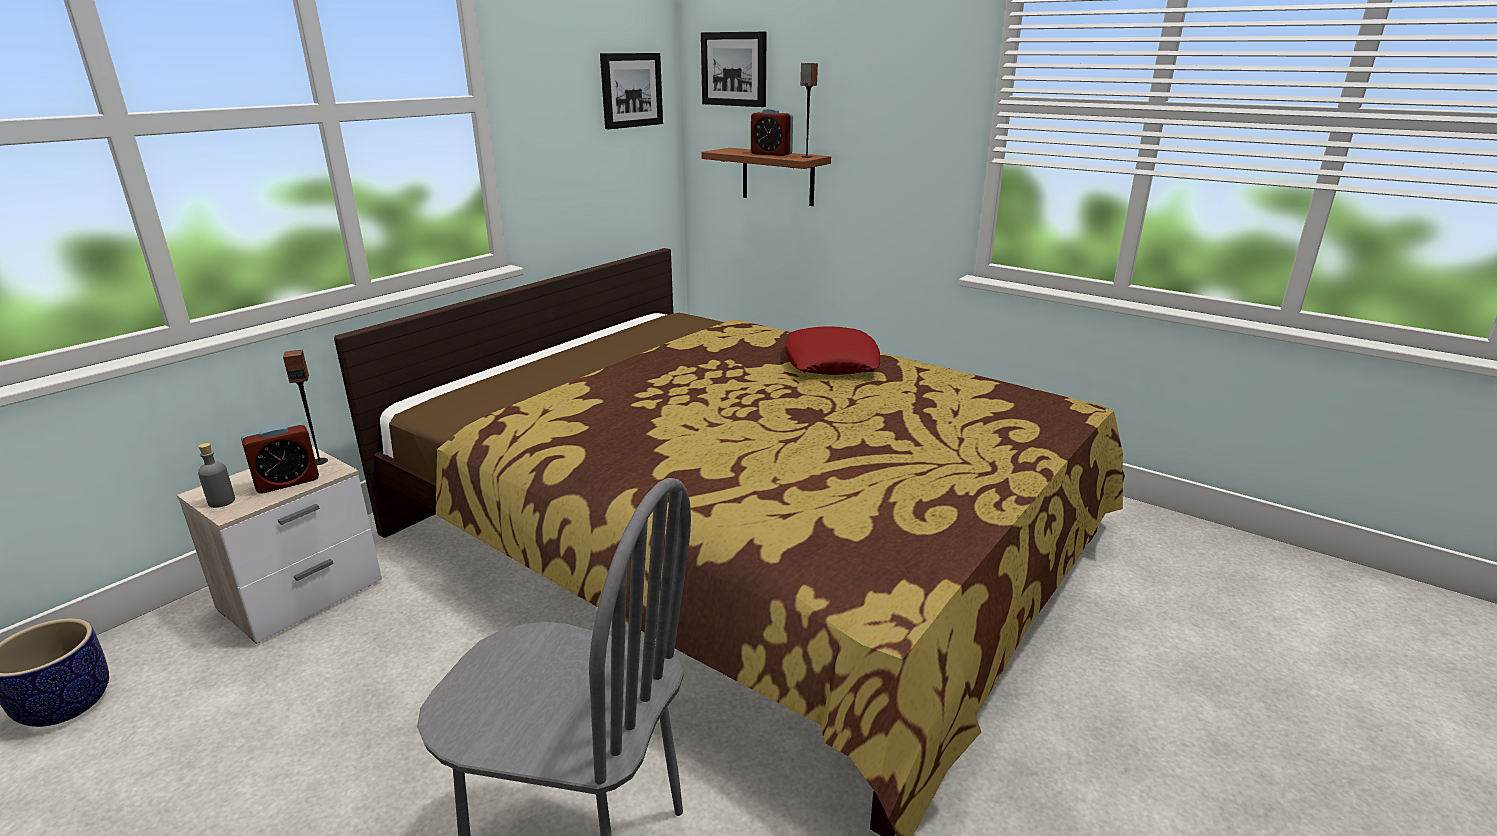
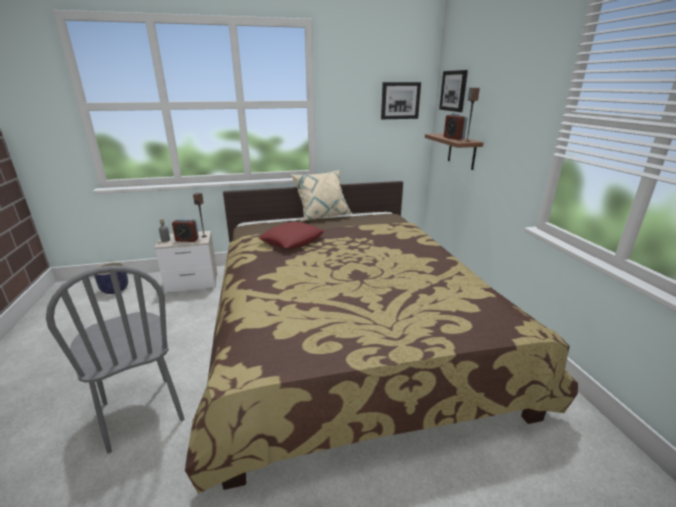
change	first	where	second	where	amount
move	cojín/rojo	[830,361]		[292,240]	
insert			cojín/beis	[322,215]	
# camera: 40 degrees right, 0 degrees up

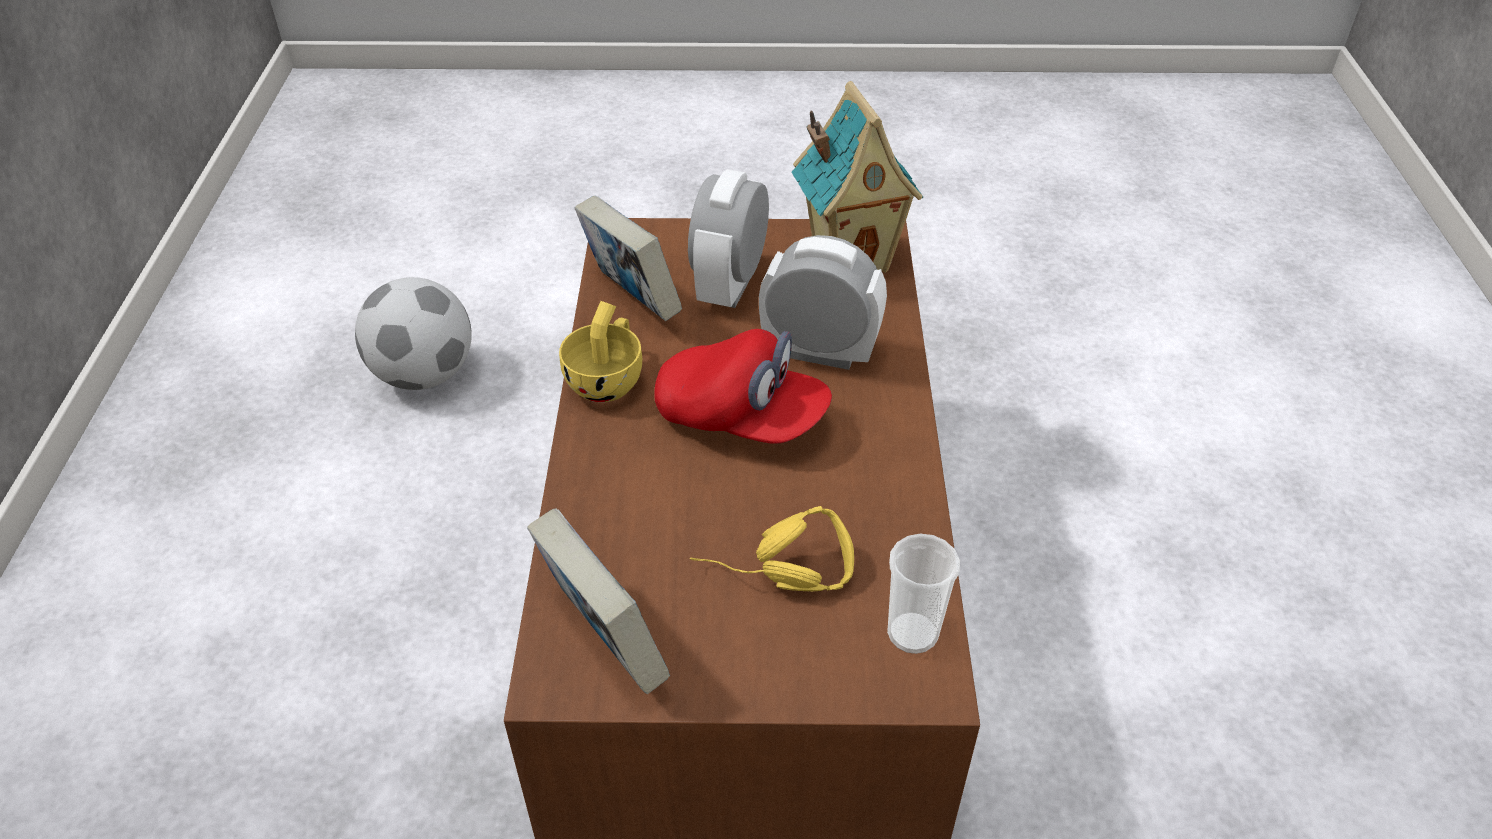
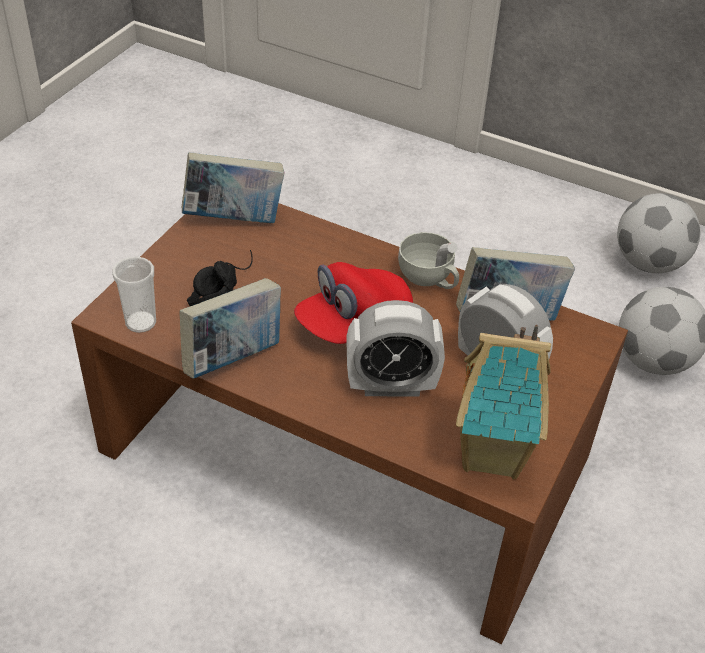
change	first	where	second	where	amount
recolor	taza/amarillo	[608,379]	taza/blanco	[429,279]	
recolor	auriculares/amarillo	[774,579]	auriculares/negro	[220,287]	
rotate	despertador	[819,352]		[391,386]	45 degrees clockwise
insert			libro	[233,358]	
insert			balón de fútbol	[649,263]	
# camera: 115 degrees right, 0 degrees up

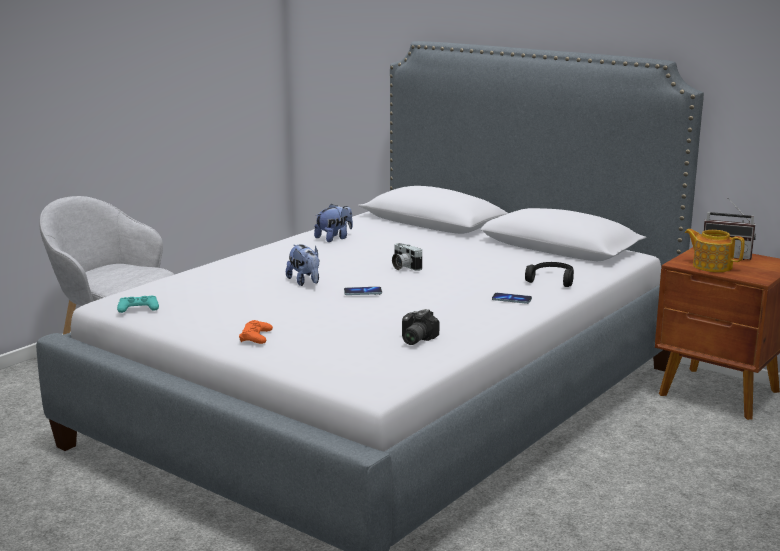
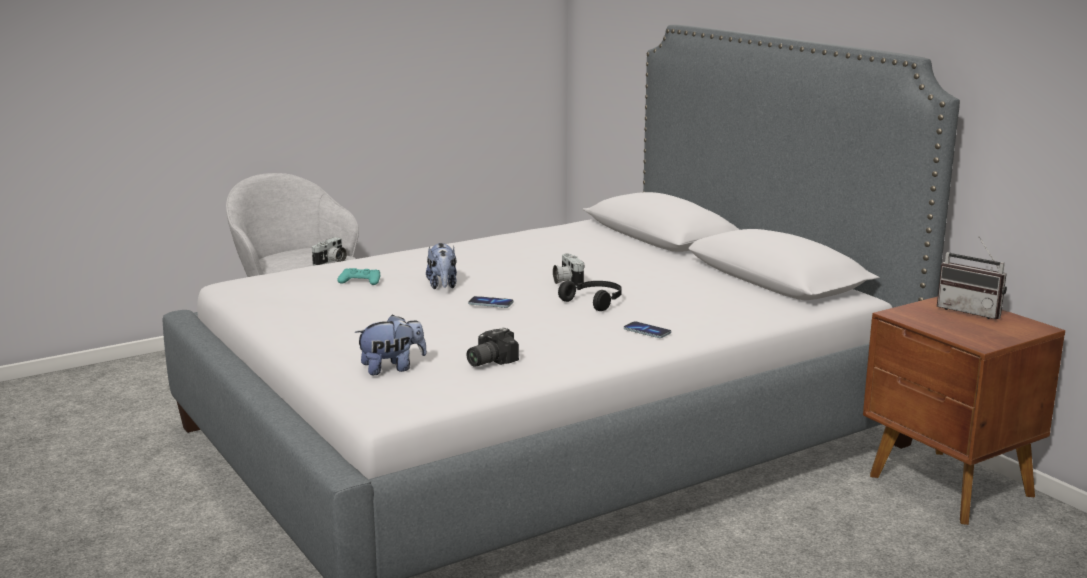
change	first	where	second	where	amount
move	mando de consola/turquesa	[138,308]		[360,281]	
delete	mando de consola/naranja	[256,337]			
move	peluche	[334,238]		[392,368]	
move	auriculares/negro	[552,279]		[595,301]	
delete	tetera	[711,266]			
insert			cámara	[331,262]	
# camera: 20 degrees right, 0 degrees up

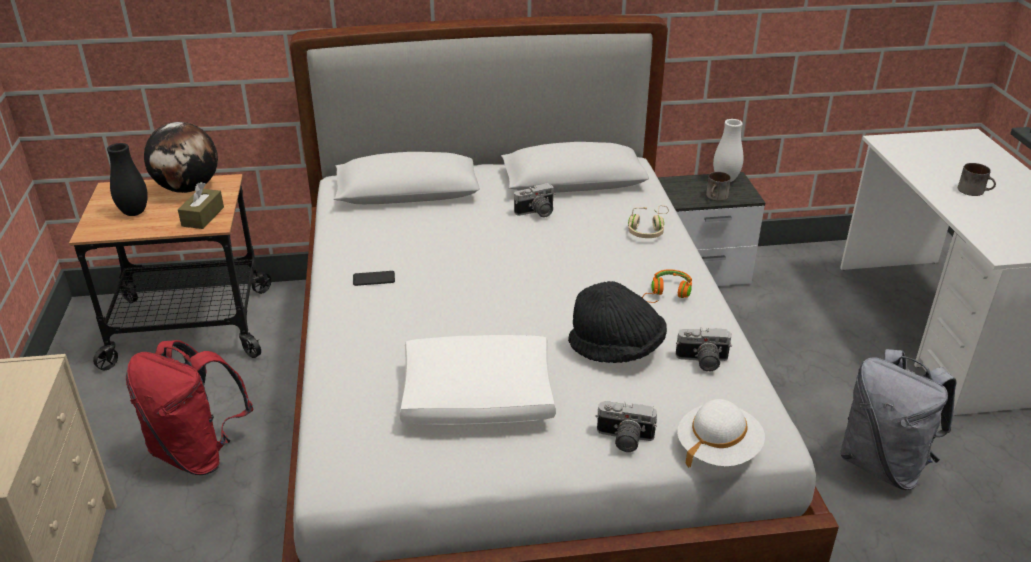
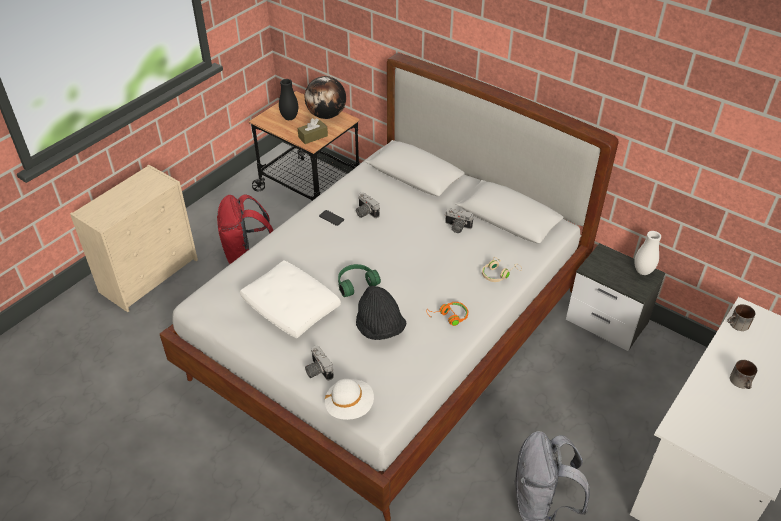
change	first	where	second	where	amount
move	cámara	[702,362]		[365,213]	
move	taza grande	[716,197]		[737,325]	
insert			auriculares/verde	[356,283]	
# camera: 45 degrees right, 10 degrees up

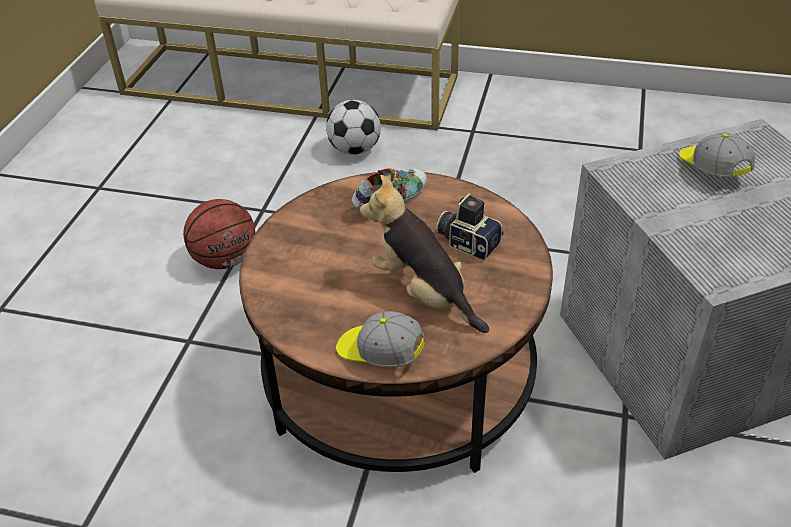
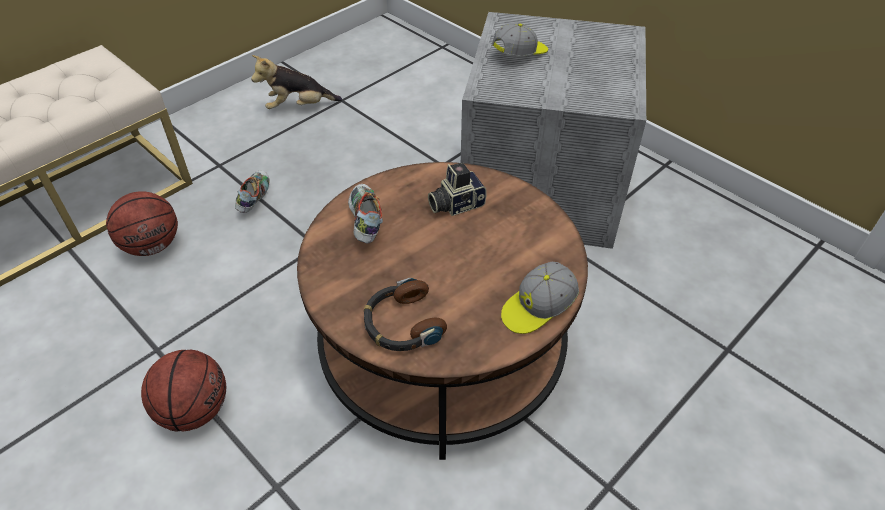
change	first	where	second	where	amount
replace	balón de fútbol	[355,150]	balón de baloncesto	[152,245]	
move	peluche	[424,293]		[298,107]	
rotate	gorra	[712,169]		[520,54]	135 degrees clockwise
insert			zapato	[254,199]	
insert			auriculares	[402,324]	
# camera: 60 degrees left, 5 degrees up

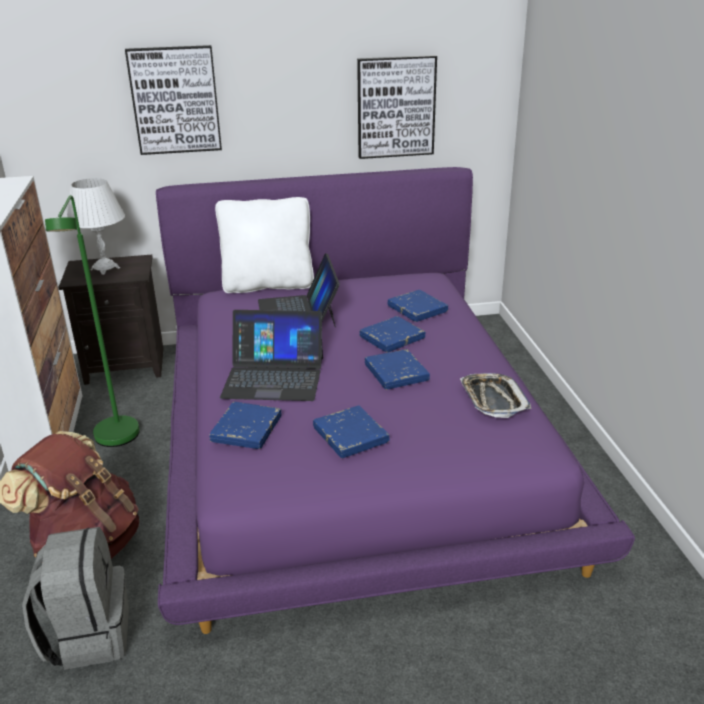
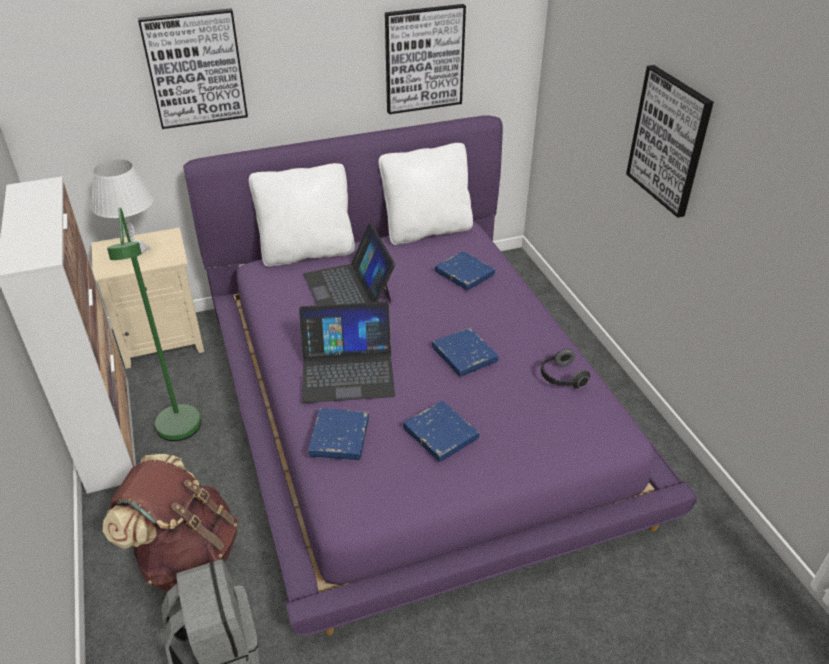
change	first	where	second	where	amount
recolor	mesita de noche/negro	[126,365]	mesita de noche/beis	[163,340]	
delete	libro/azul	[392,338]			
replace	bandeja	[493,399]	auriculares	[561,378]	
insert			cojín/blanco	[427,230]	
insert			cuadro	[669,140]	
# camera: 10 degrees left, 10 degrees up

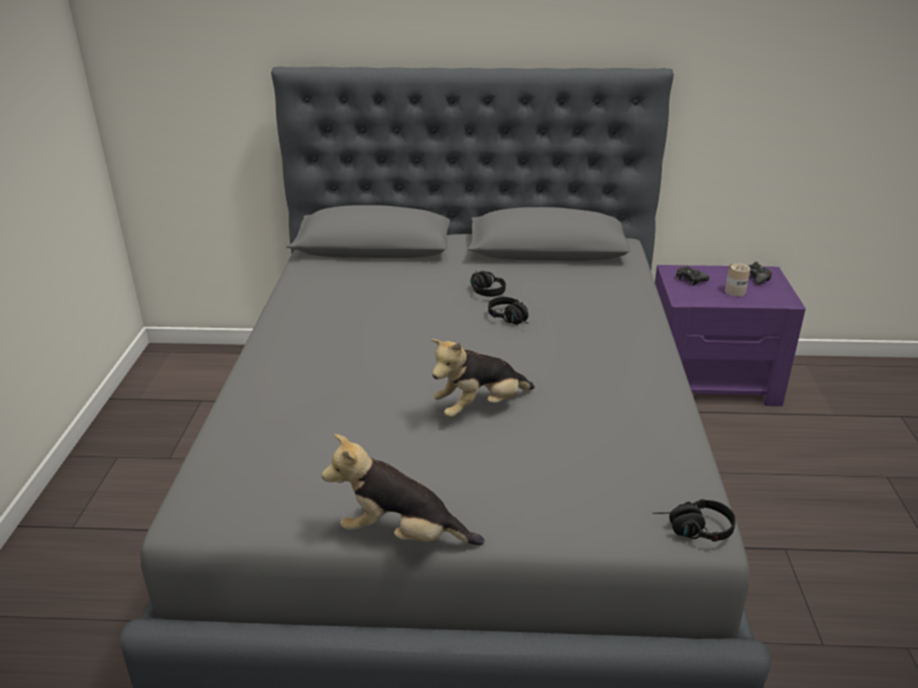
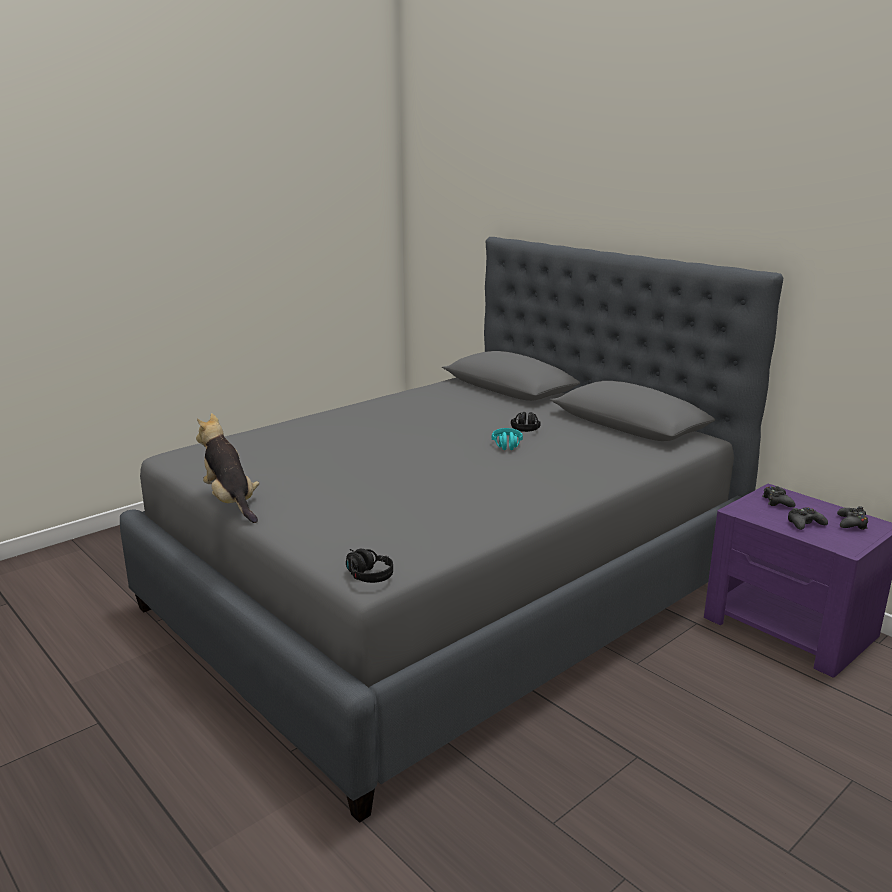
change	first	where	second	where	amount
delete	peluche	[480,407]			
recolor	auriculares/negro	[512,319]	auriculares/turquesa	[507,447]	
replace	lata	[735,292]	mando de consola/negro	[805,523]	
# camera: 45 degrees right, 10 degrees down

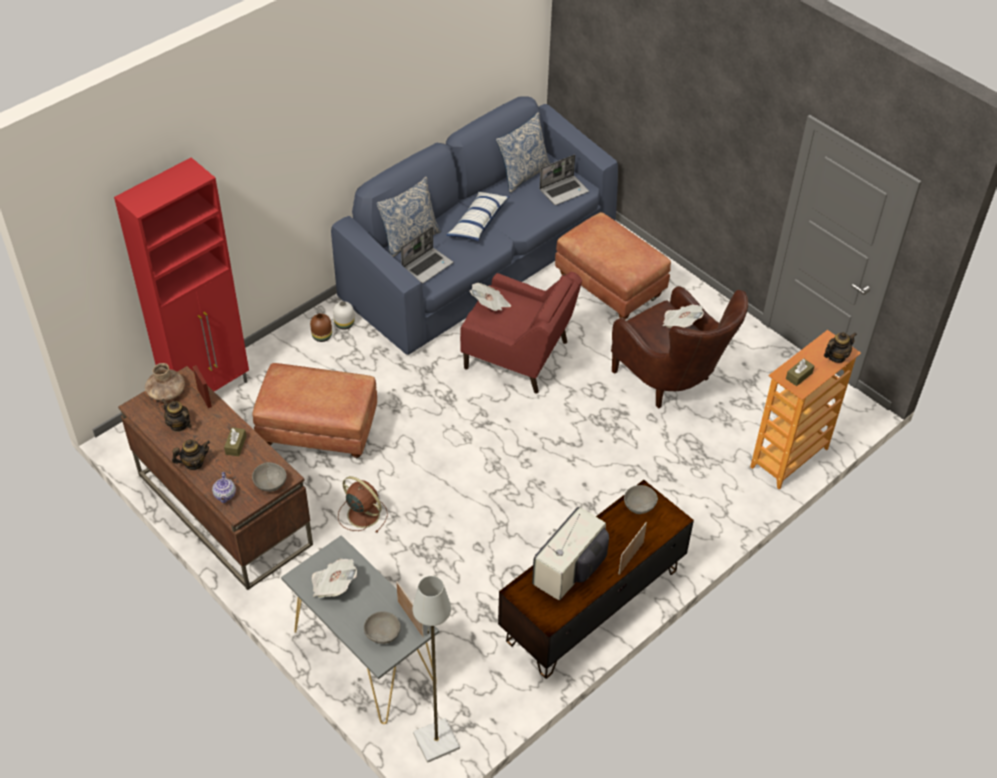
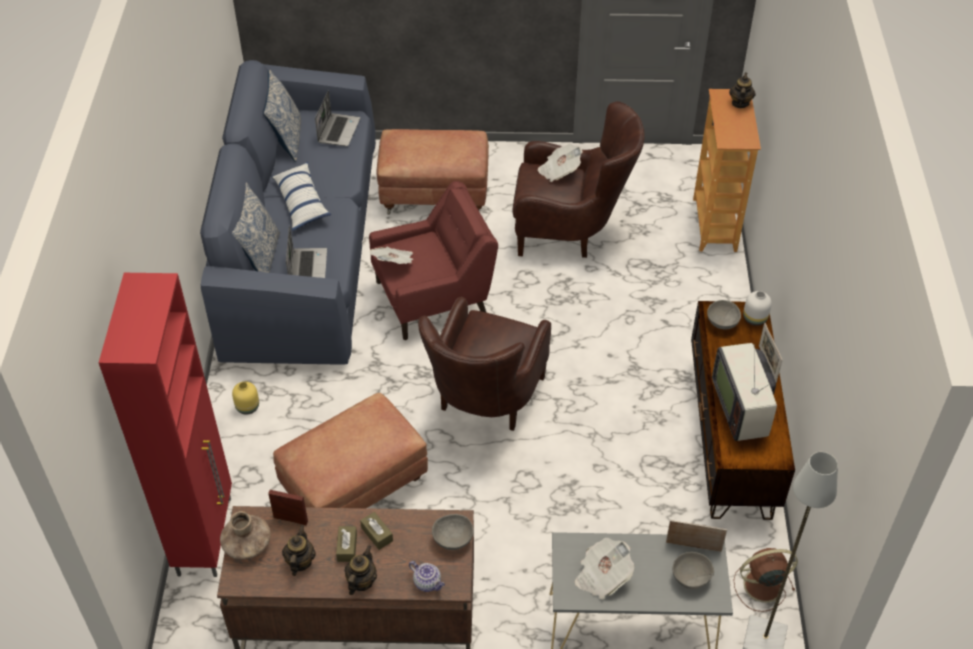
change	first	where	second	where	amount
rotate	tetera	[179,425]		[300,562]	105 degrees clockwise
recolor	florero/marrón	[322,336]	florero/amarillo	[247,406]	
move	florero/blanco	[344,323]		[754,318]	
move	ventilador/marrón	[362,514]		[761,585]	
move	caja de pañuelos/marrón	[799,376]		[347,547]	
insert			sillón/marrón	[484,405]	
# camera: 45 degrees left, 0 degrees up

